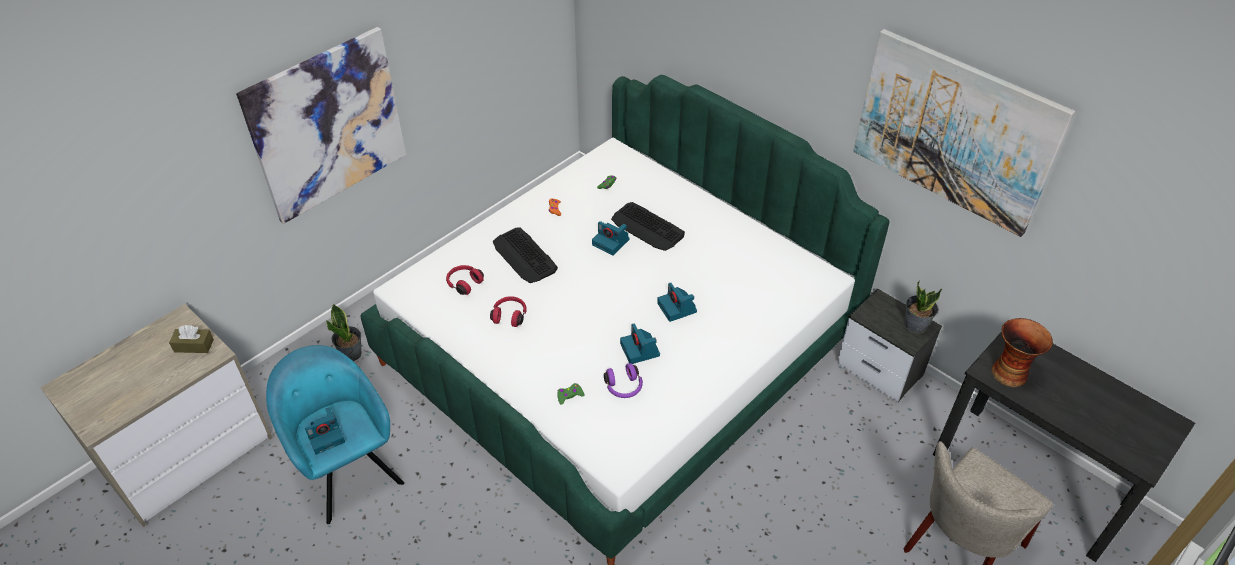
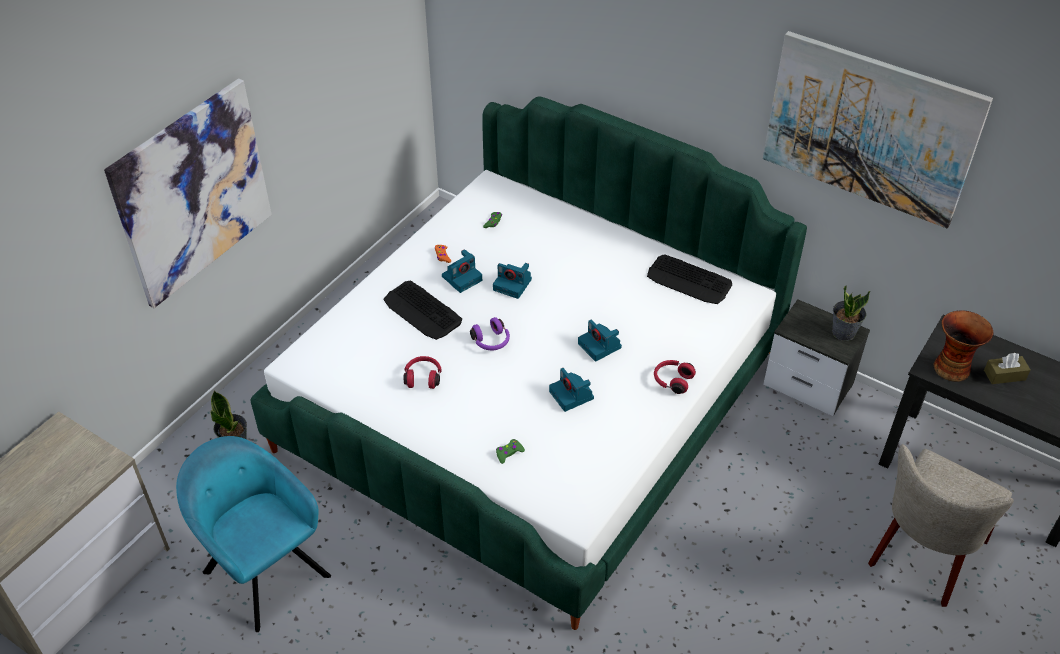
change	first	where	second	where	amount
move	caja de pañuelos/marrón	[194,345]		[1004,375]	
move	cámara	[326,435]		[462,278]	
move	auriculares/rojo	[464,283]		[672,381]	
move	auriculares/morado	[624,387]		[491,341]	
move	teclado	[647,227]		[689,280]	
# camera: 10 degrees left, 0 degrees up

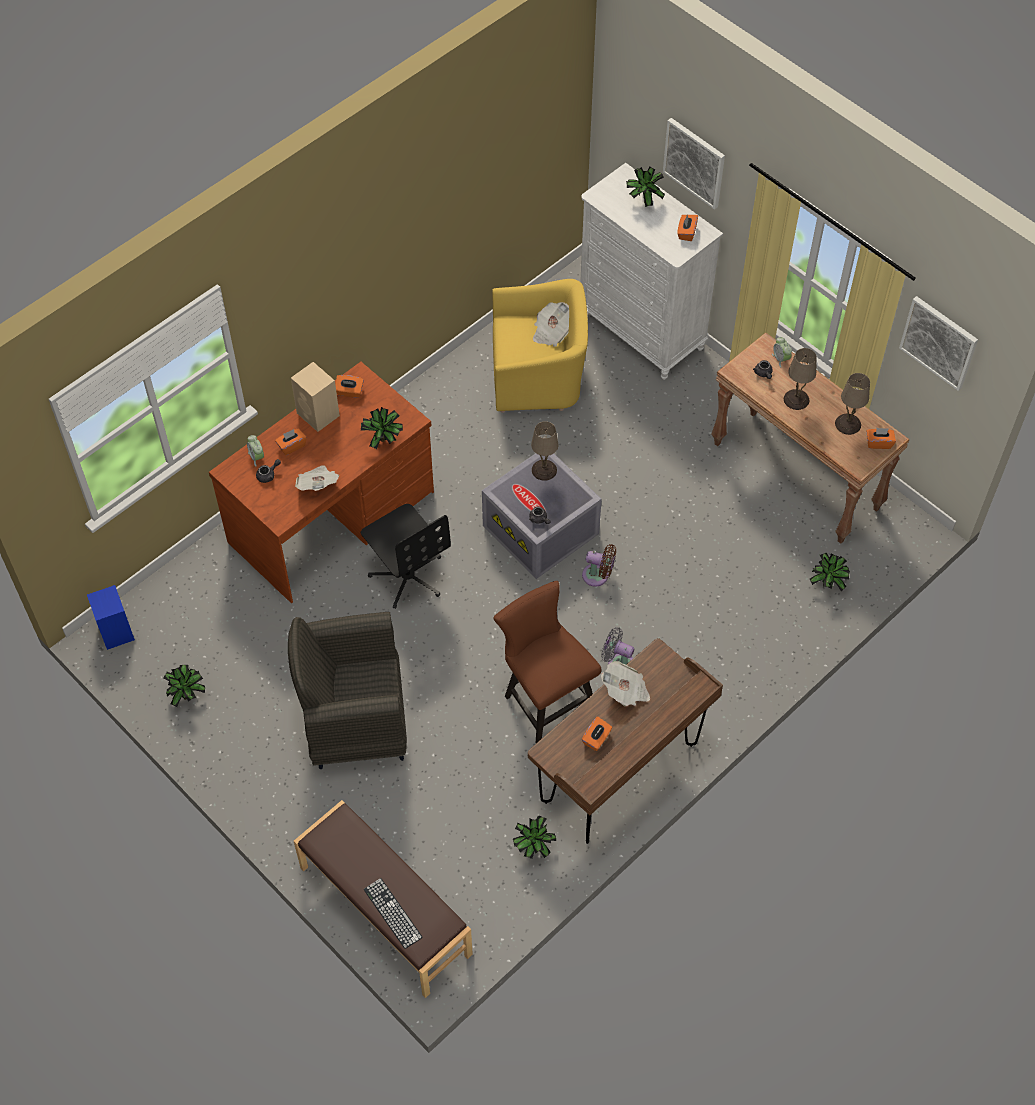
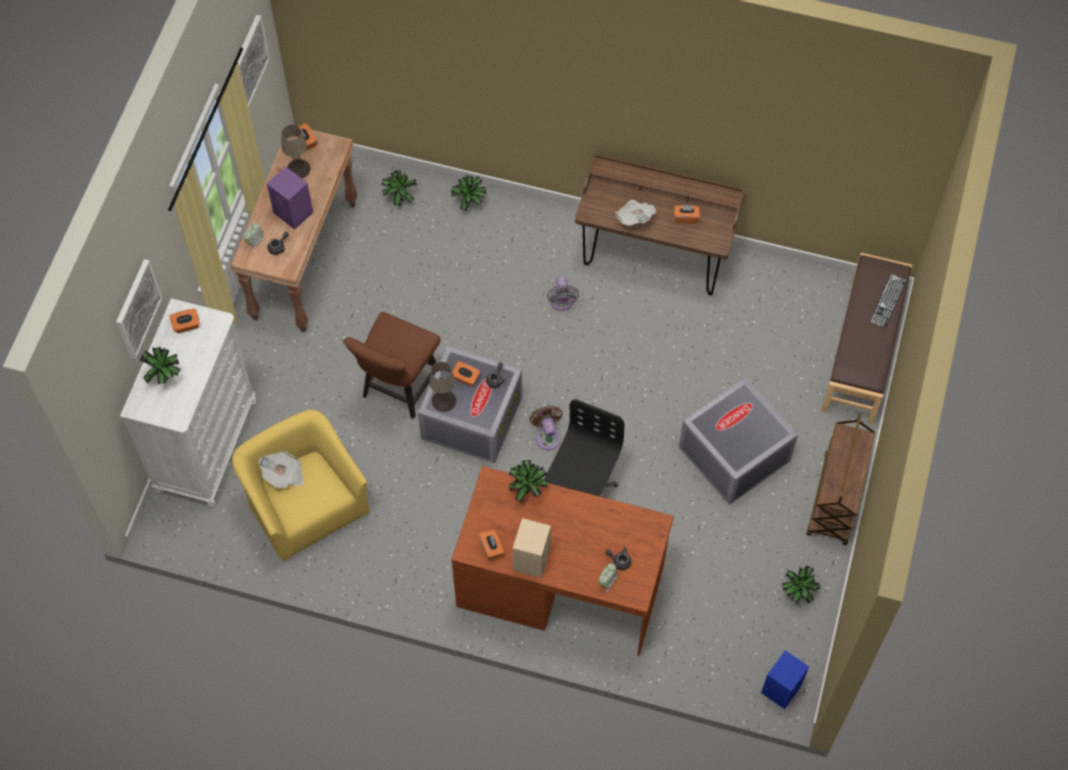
change	first	where	second	where	amount
move	caja de pañuelos/naranja	[291,446]		[466,378]	
replace	sillón/gris	[355,722]	caja de almacenaje/gris	[734,455]	
delete	periódico	[318,485]			
move	silla/marrón	[545,699]		[398,390]	
move	planta en maceta	[532,848]		[470,203]	
move	ventilador/marrón	[598,576]		[547,436]	
replace	lámpara de mesa/beis	[796,400]	altavoz/morado	[294,213]	
insert			carrito/marrón	[835,500]	
# camera: 120 degrees left, 5 degrees up

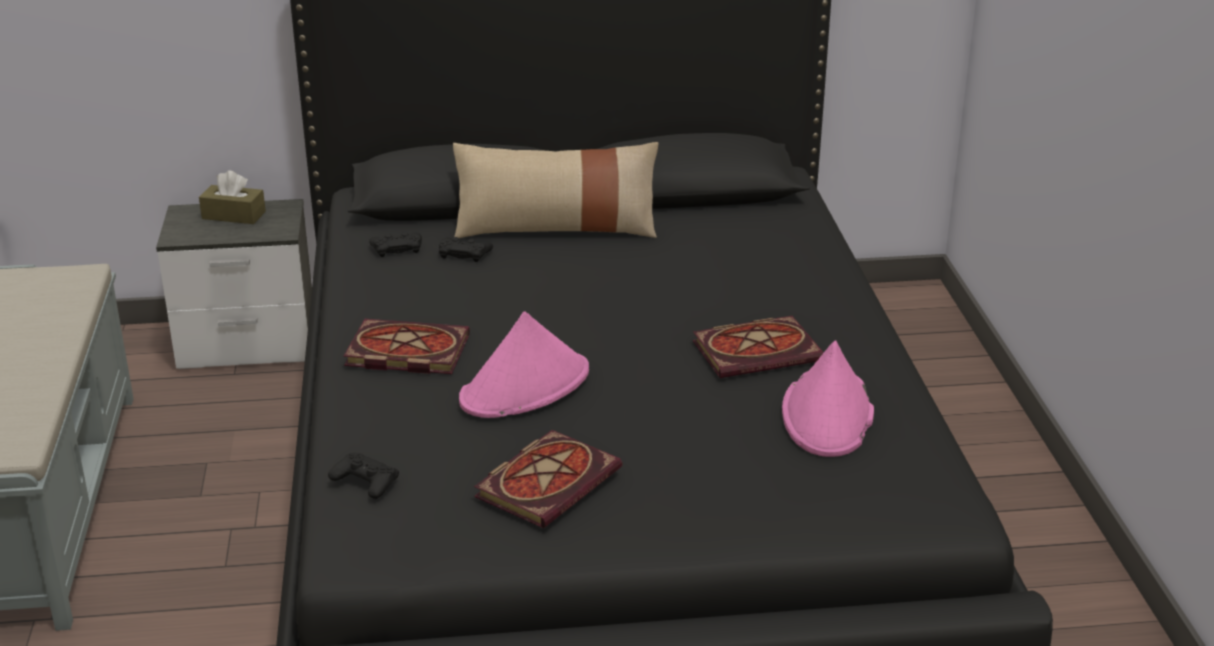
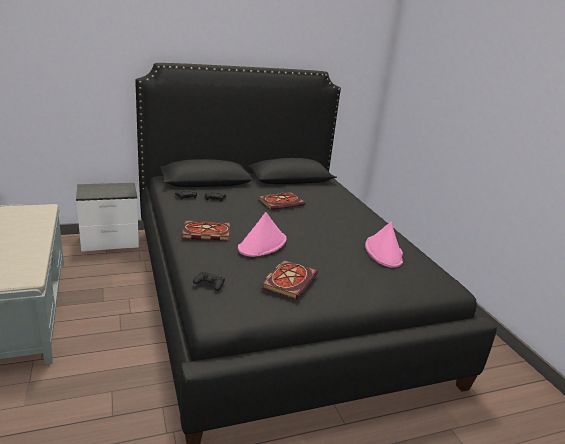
change	first	where	second	where	amount
delete	caja de pañuelos/marrón	[233,215]			
delete	cojín/beis	[556,228]			
move	libro	[758,350]		[281,202]	
# camera: 15 degrees left, 5 degrees down

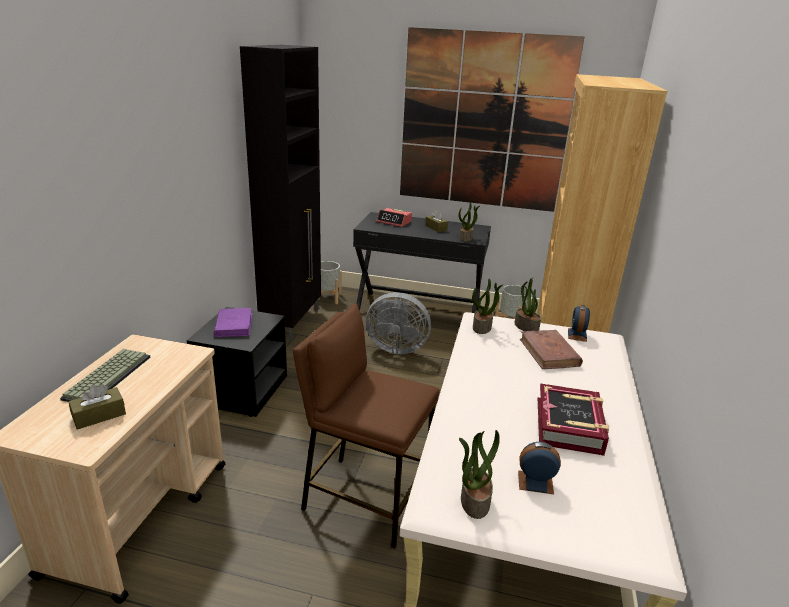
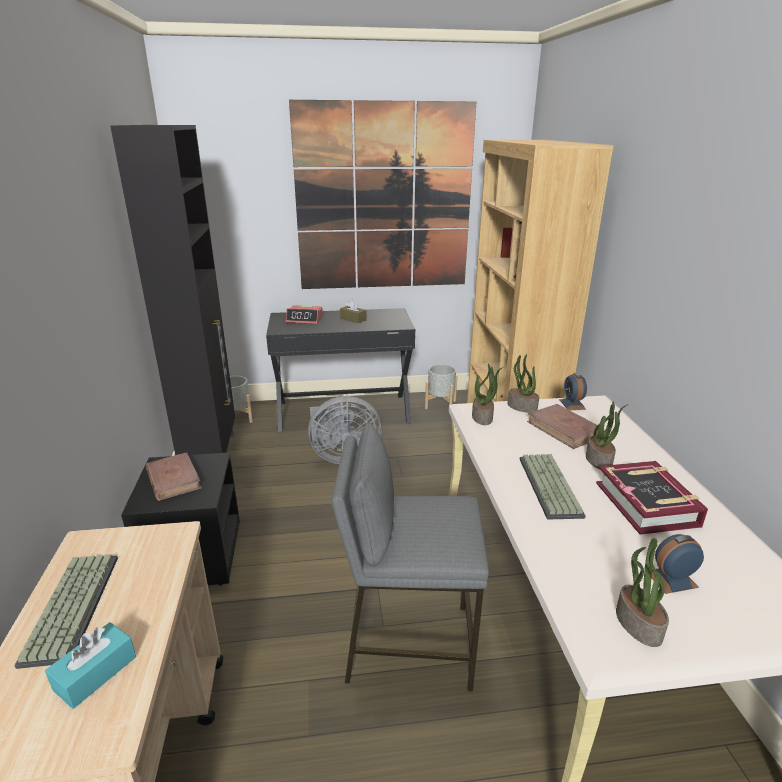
change	first	where	second	where	amount
recolor	caja de pañuelos/marrón	[99,415]	caja de pañuelos/turquesa	[95,673]	
recolor	libro/morado	[234,325]	libro/marrón	[173,479]	
recolor	taburete/marrón	[365,498]	taburete/gris	[408,643]	
move	planta en maceta	[466,238]		[599,460]	
insert			teclado	[551,487]	
# camera: 20 degrees left, 0 degrees up

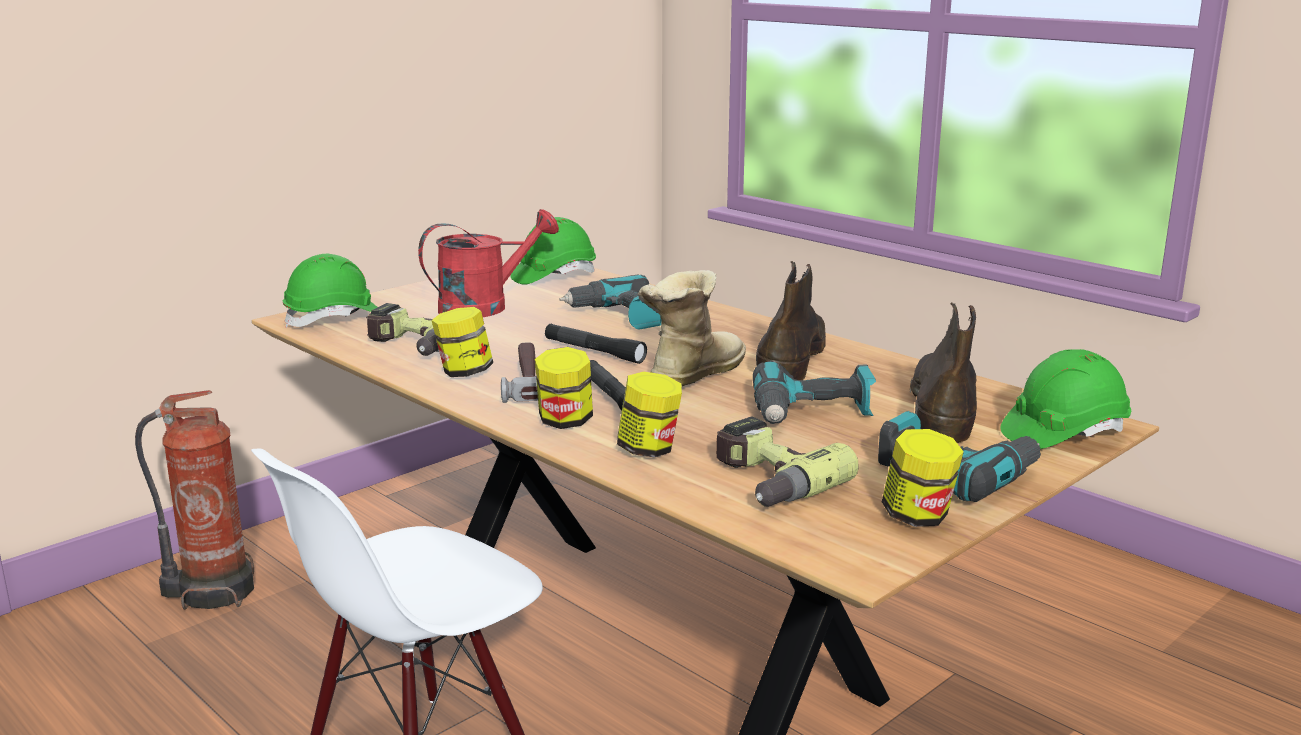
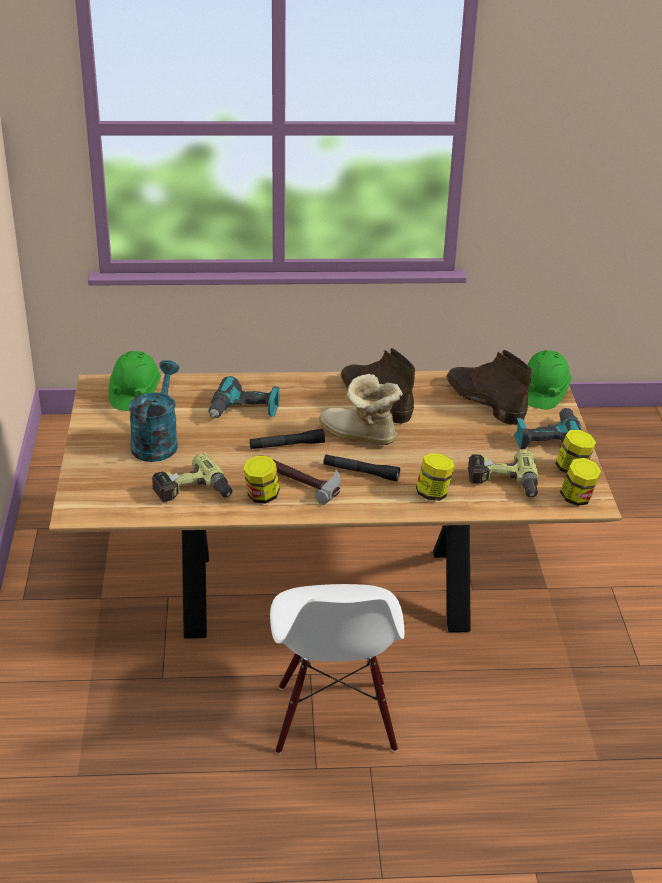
change	first	where	second	where	amount
delete	extintor	[213,591]			
delete	casco/verde	[335,318]			
recolor	regadera/rojo	[485,306]	regadera/turquesa	[157,441]	
move	tarro	[565,421]		[577,498]	
rotate	bota	[691,374]		[359,436]	45 degrees counterclockwise
delete	taladro	[812,414]			
# camera: 50 degrees left, 15 degrees up

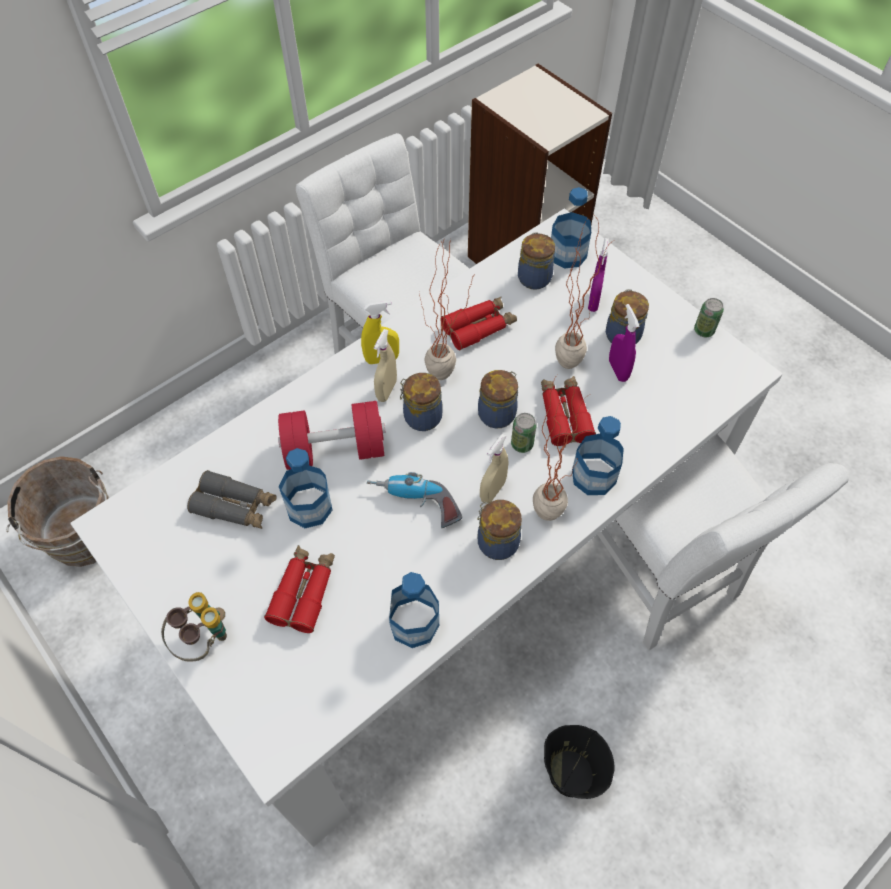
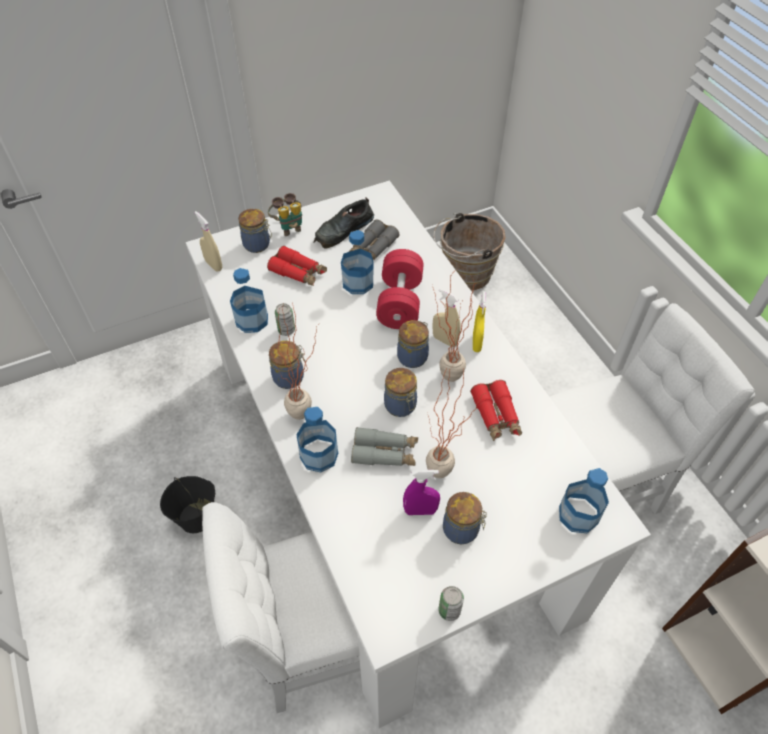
change	first	where	second	where	amount
delete	taladro	[414,504]			
move	pulverizador/beis	[492,491]		[213,265]	
move	lata	[522,444]		[286,330]	
move	tarro	[534,277]		[258,245]	
recolor	prismáticos/rojo	[564,415]	prismáticos/gris	[385,453]	
delete	pulverizador/morado	[593,301]			
insert			zapato/negro	[343,230]	
# camera: 105 degrees right, 5 degrees down

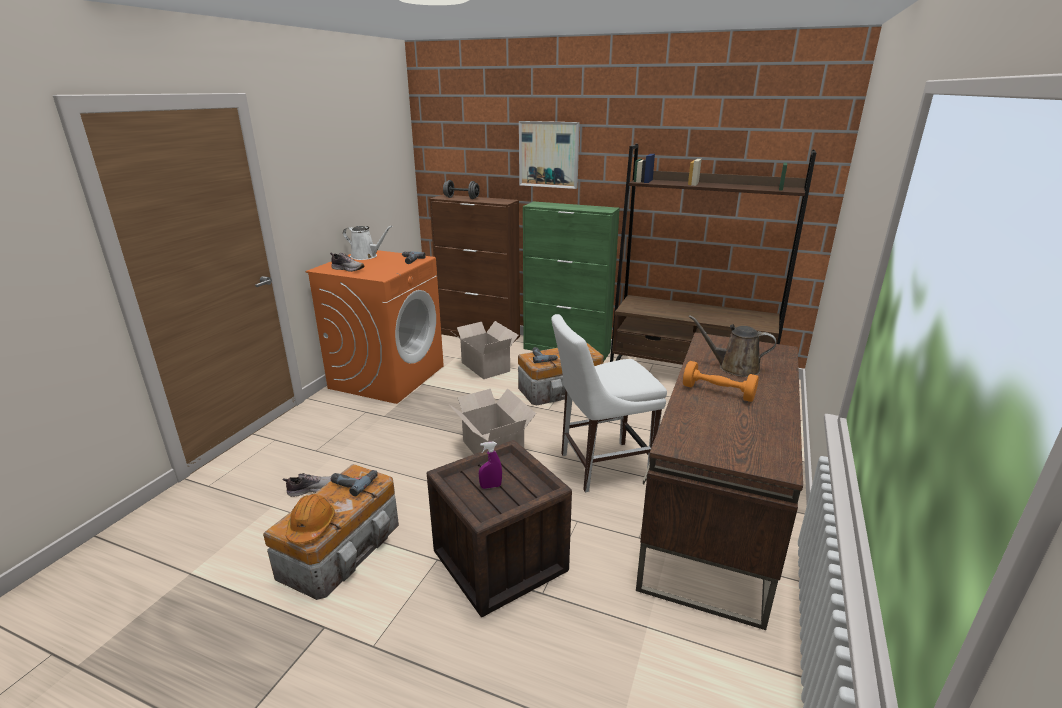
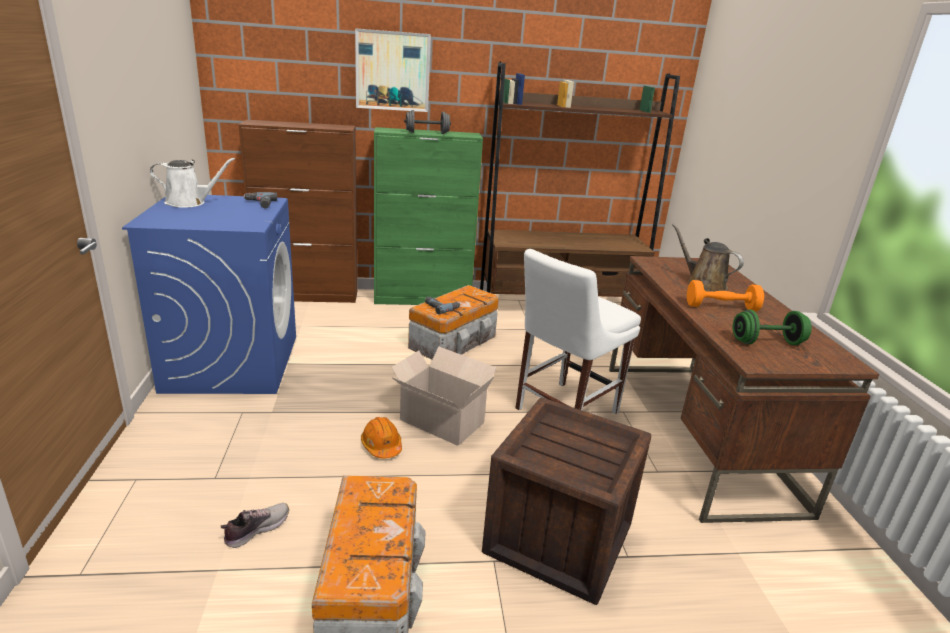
change	first	where	second	where	amount
move	casco/naranja	[311,526]		[381,446]	
recolor	lavadora/naranja	[387,376]	lavadora/azul	[232,363]	
delete	zapato	[348,269]			
delete	taladro	[354,482]			
move	mancuerna/gris	[461,198]		[427,133]	
delete	caja de cartón	[485,366]			
delete	pulverizador/morado	[490,486]			
rotate	regadera/marrón	[734,368]		[703,284]	60 degrees clockwise
insert			mancuerna/verde	[766,342]	
# camera: 30 degrees left, 0 degrees up

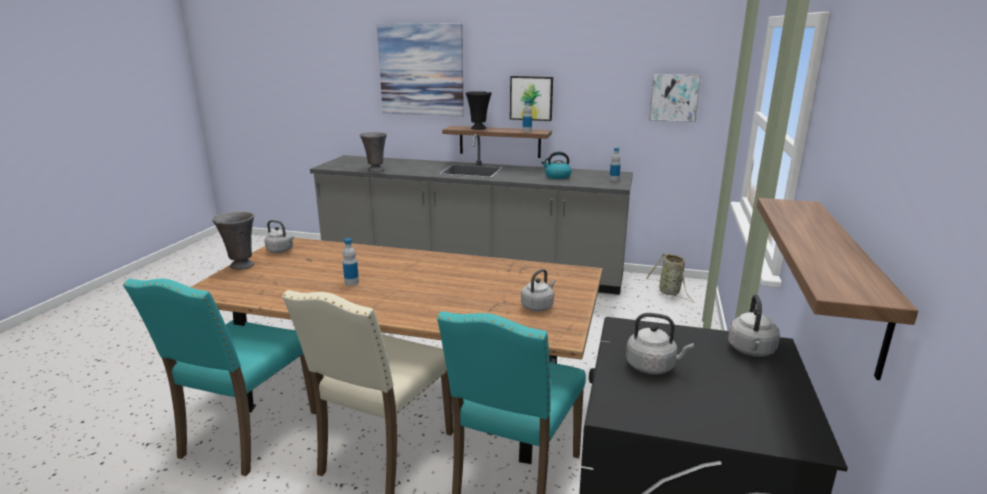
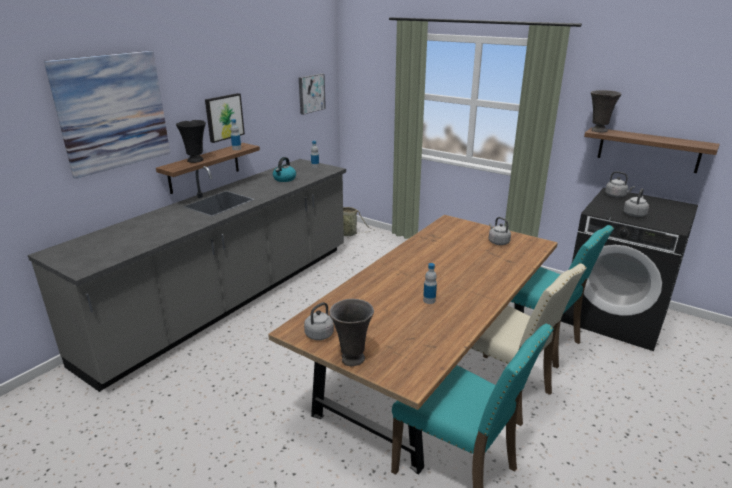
change	first	where	second	where	amount
move	florero/gris	[375,170]		[598,131]	
# camera: 70 degrees left, 5 degrees up

